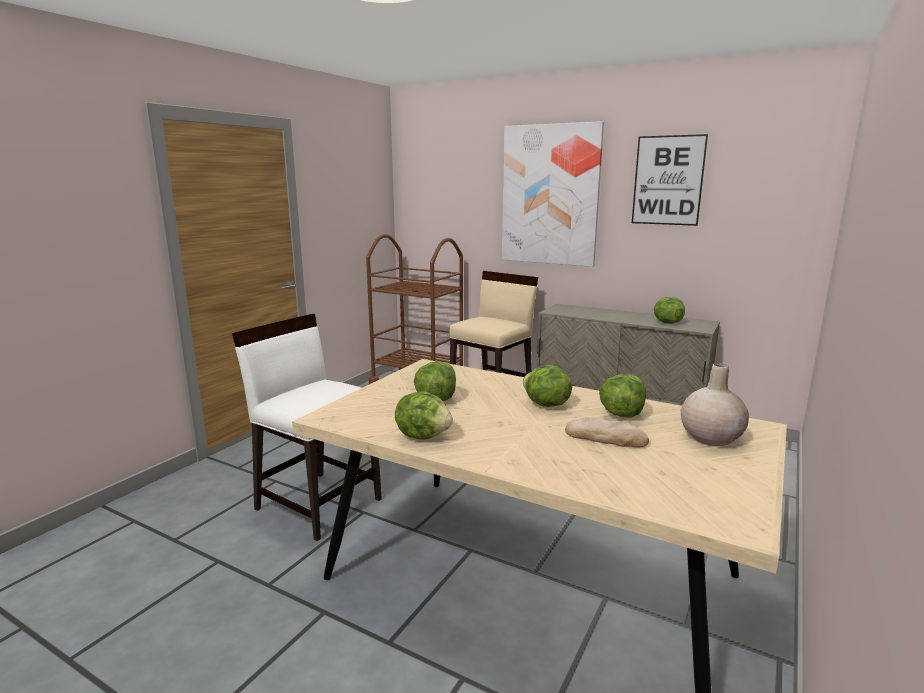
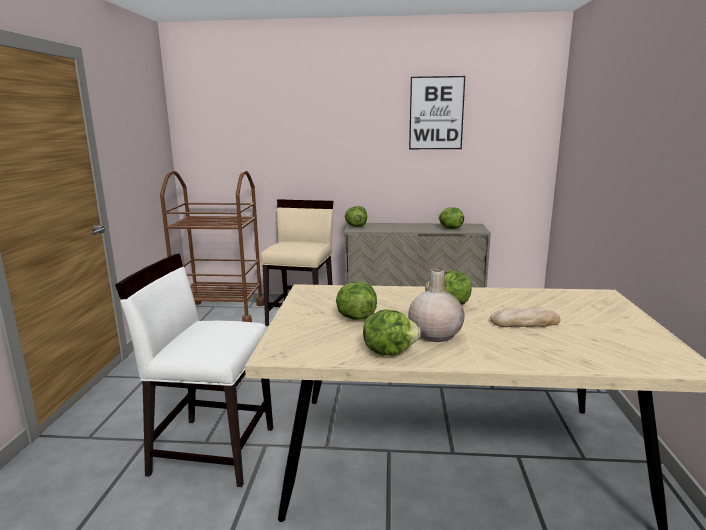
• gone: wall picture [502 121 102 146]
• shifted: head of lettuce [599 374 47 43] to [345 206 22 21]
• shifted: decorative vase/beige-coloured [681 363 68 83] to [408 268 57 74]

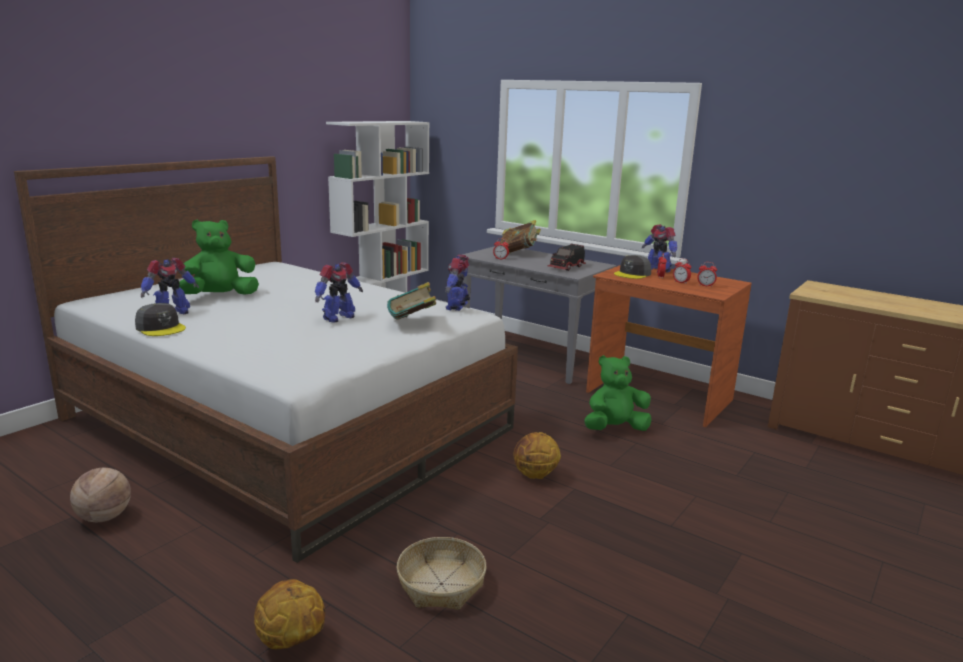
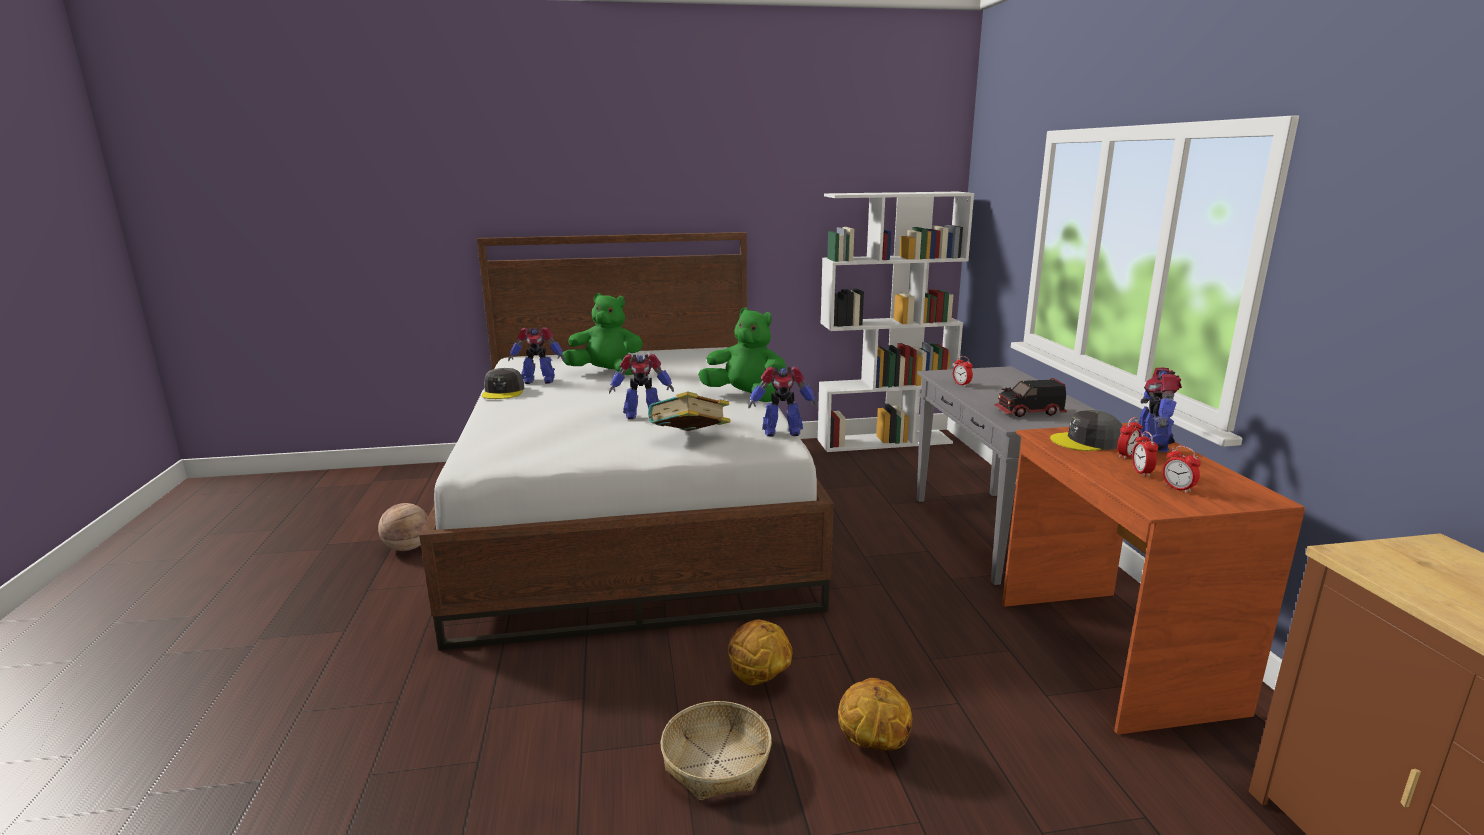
• gone: volume [499 220 42 34]
• shifted: ball for basketball [254 579 71 70] to [838 678 74 73]
• shifted: basket [397 537 90 73] to [661 701 111 100]
• shifted: plush toy/greenish [584 355 68 76] to [698 308 88 94]
• rotated: model robot [445 255 25 56] = [748 366 69 71] 150 degrees counterclockwise

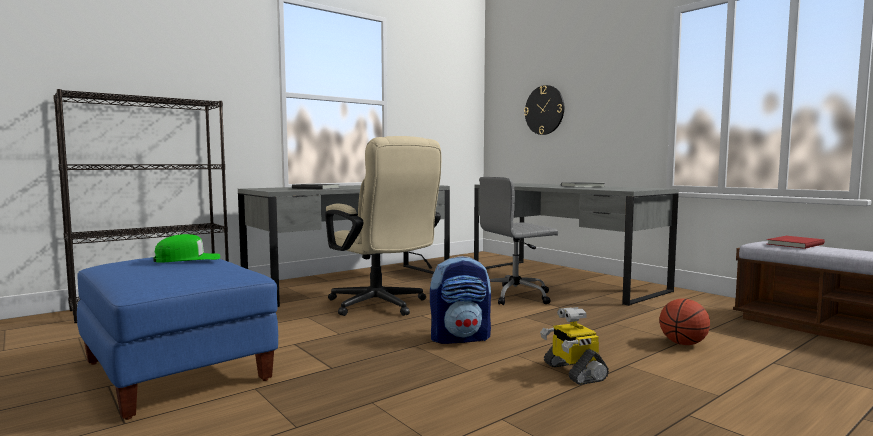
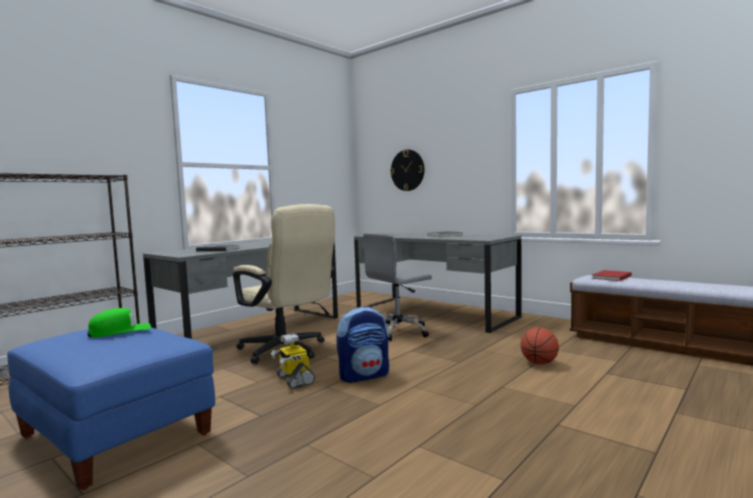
• shifted: model robot [540 307 69 78] to [271 333 44 56]

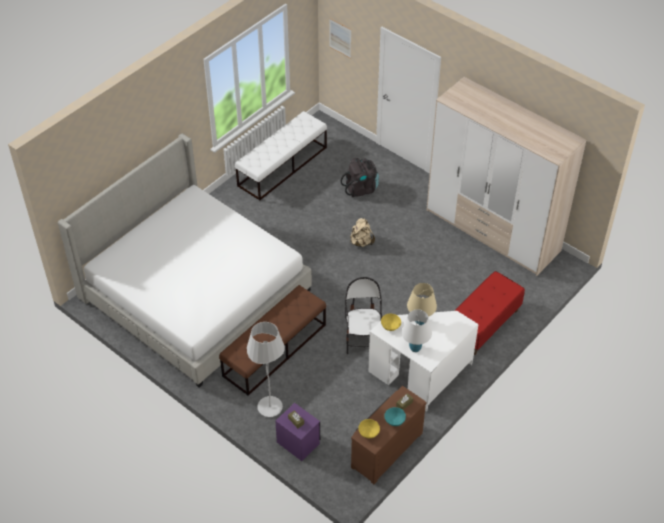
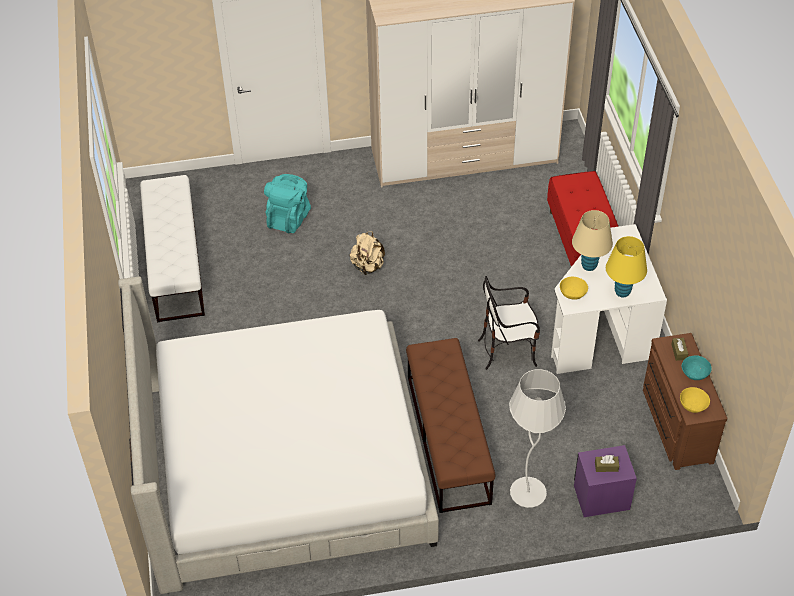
• gone: wall picture [329 18 23 40]
• repainted: rucksack/black-coloured [341 158 38 39] to rucksack/turquoise-coloured [264 174 47 59]
• repainted: lamp for a table/white [402 309 30 43] to lamp for a table/yellow [606 236 41 62]
• rotated: upright chair [345 277 37 77] = [478 276 62 94] 45 degrees counterclockwise

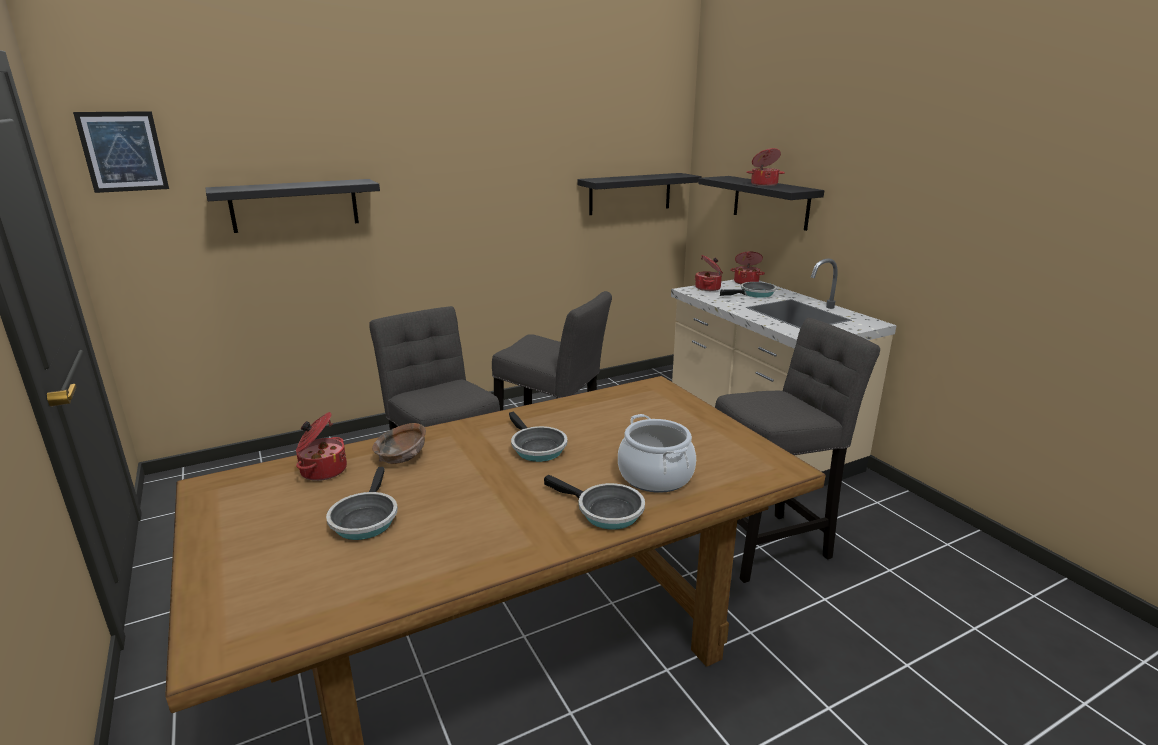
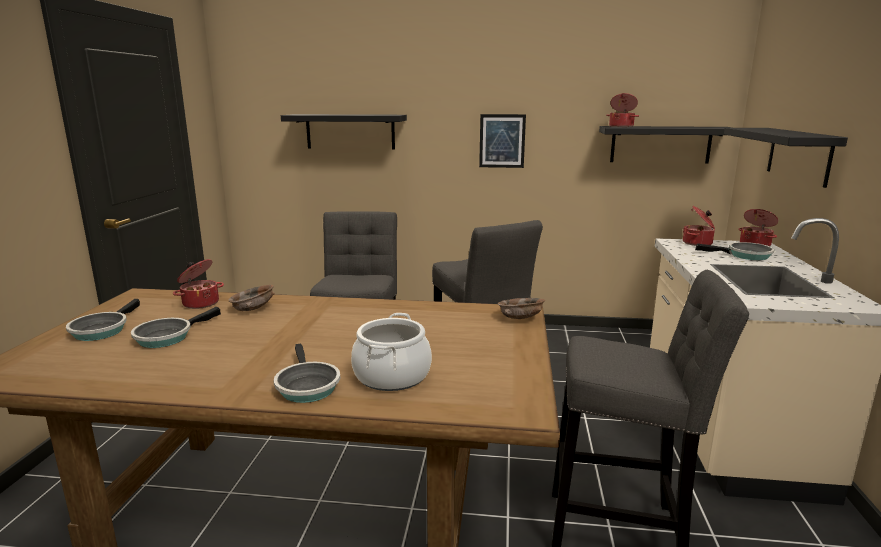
• new: serving bowl/brownish [498 298 47 21]
• shifted: wall picture [73 111 96 82] to [479 114 47 54]
• shifted: pan [509 412 59 50] to [66 299 74 42]
• shifted: stockpot [746 148 39 38] to [606 93 33 34]

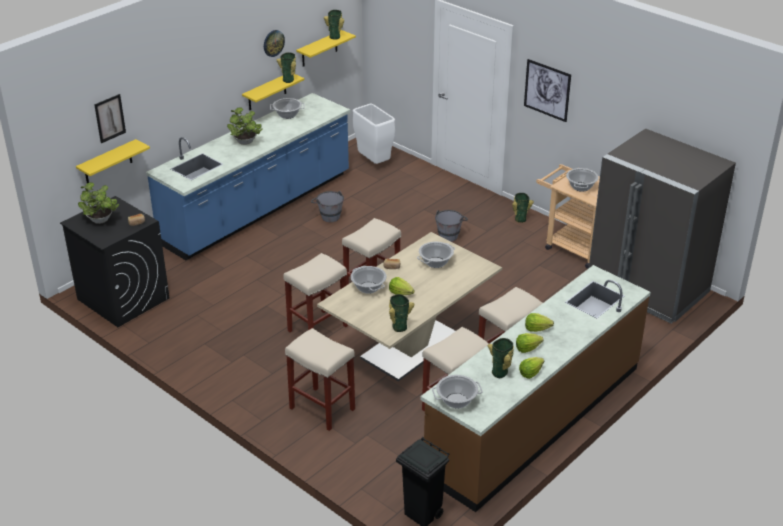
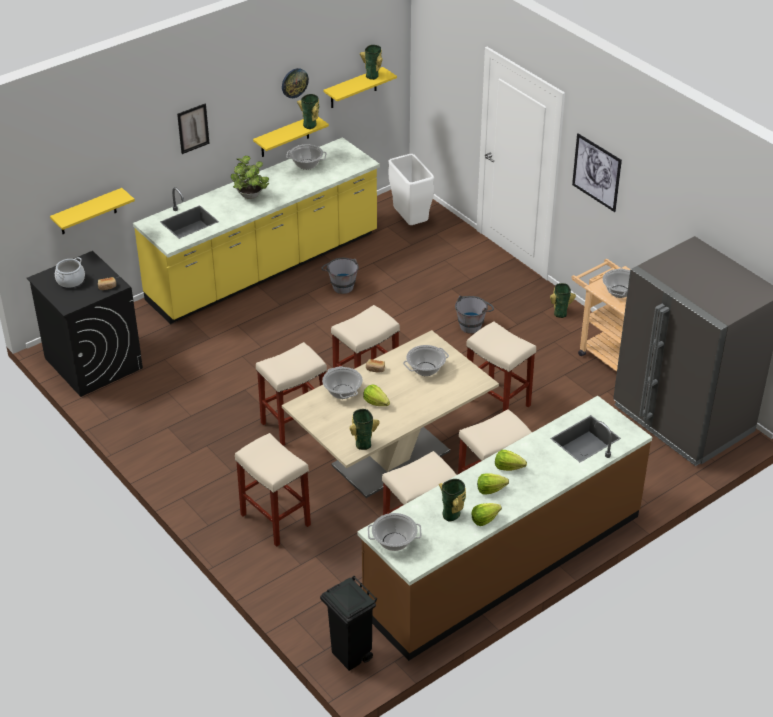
• new: sitting stool/beige-coloured [466 321 70 91]
• shifted: wall picture [94 94 32 49] to [177 104 33 50]
• swapped: plant in a pot [78 182 41 42] to stockpot [55 257 30 31]
• repainted: kitchen counter/blue [146 93 204 167] to kitchen counter/yellow [133 137 247 187]

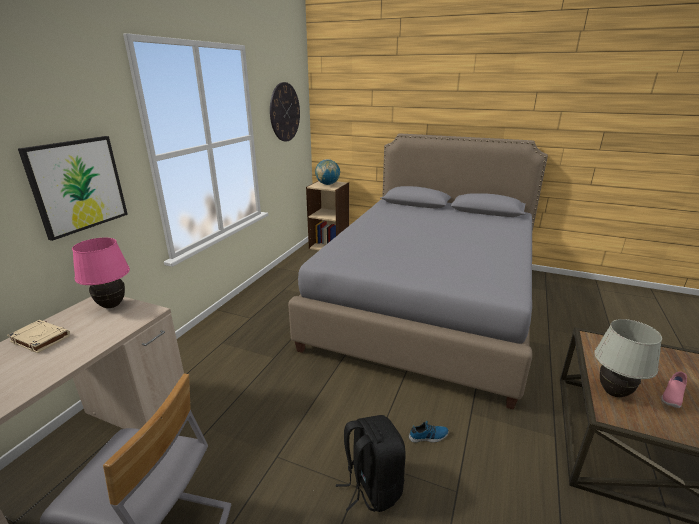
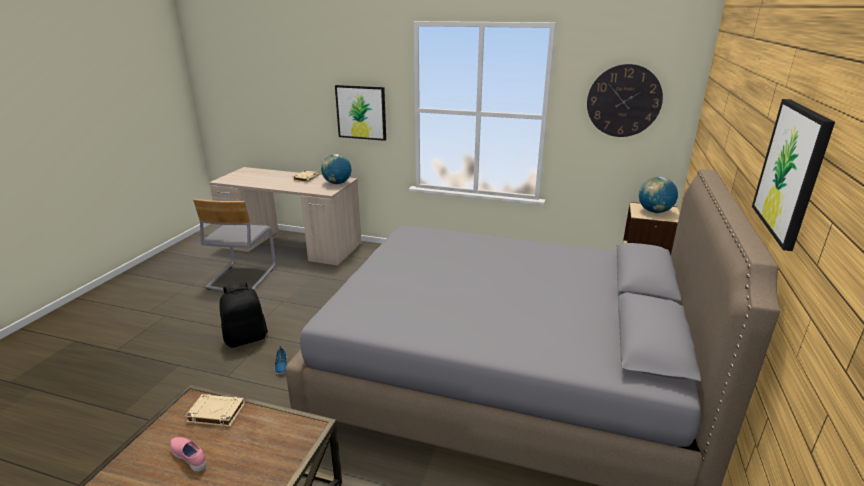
• new: wall picture [752 99 83 152]
• swapped: lamp for a table/pink [72 238 58 70] to desk globe [321 154 31 30]
• swapped: lamp for a table/white [594 319 68 78] to volume/beige-coloured [185 394 60 33]

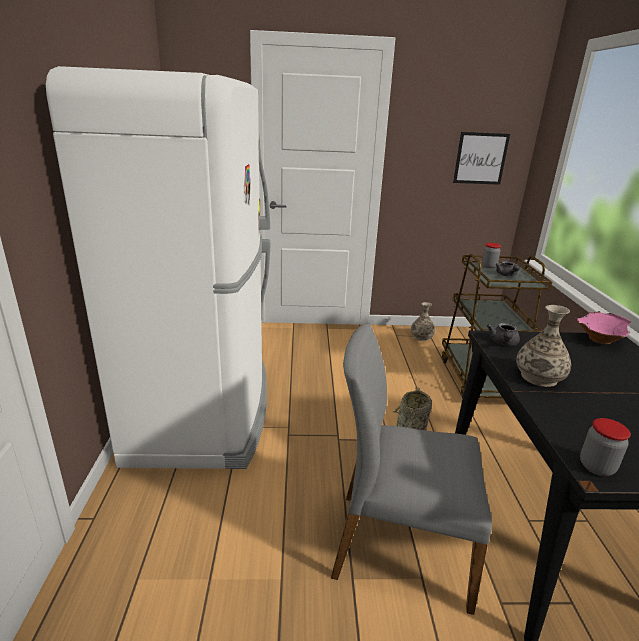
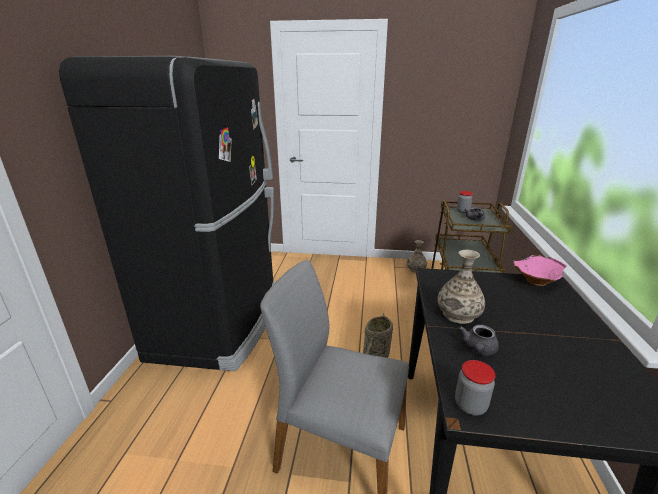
• gone: wall picture [453 132 57 53]
• shifted: tea pot/gray [487 323 33 23] to [458 325 41 31]
• repainted: fridge/white [46 66 224 403] to fridge/black-coloured [59 56 216 315]

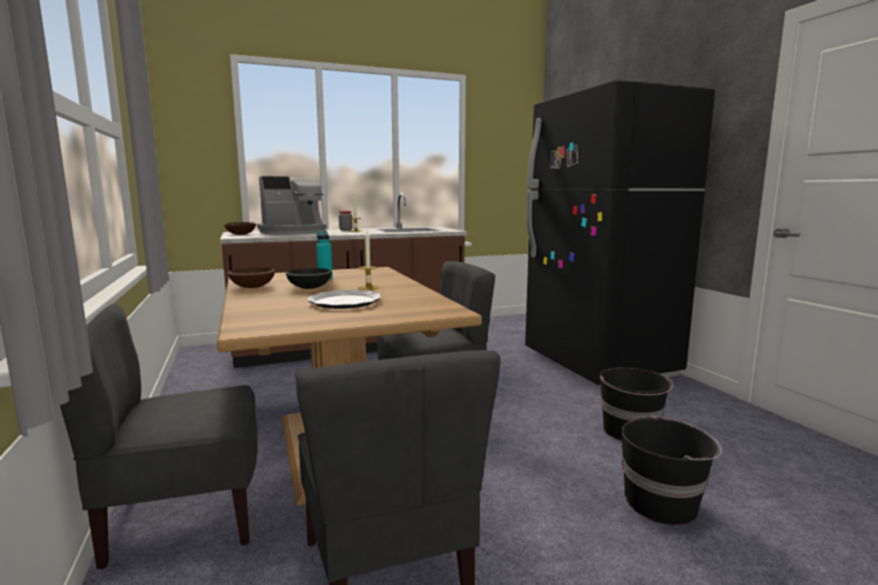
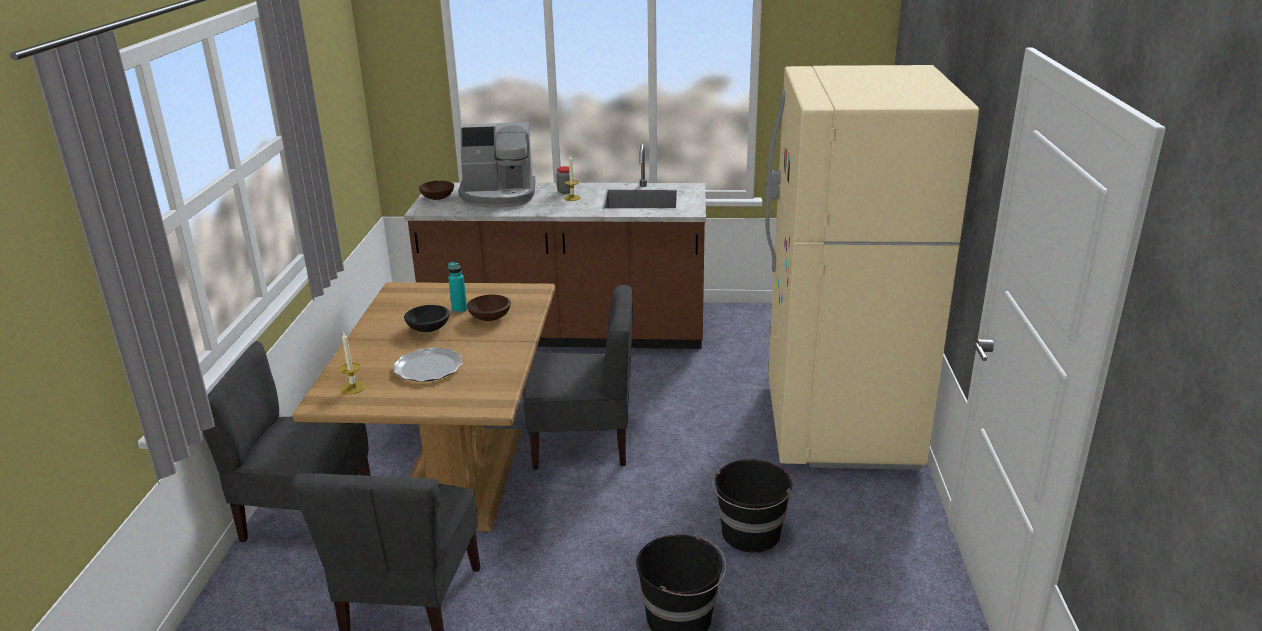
• shifted: serving bowl/brownish [227 267 48 21] to [467 295 44 26]
• shifted: candle [358 232 21 58] to [339 331 26 63]
• repainted: fridge/black-coloured [525 80 190 305] to fridge/beige-coloured [765 65 214 405]

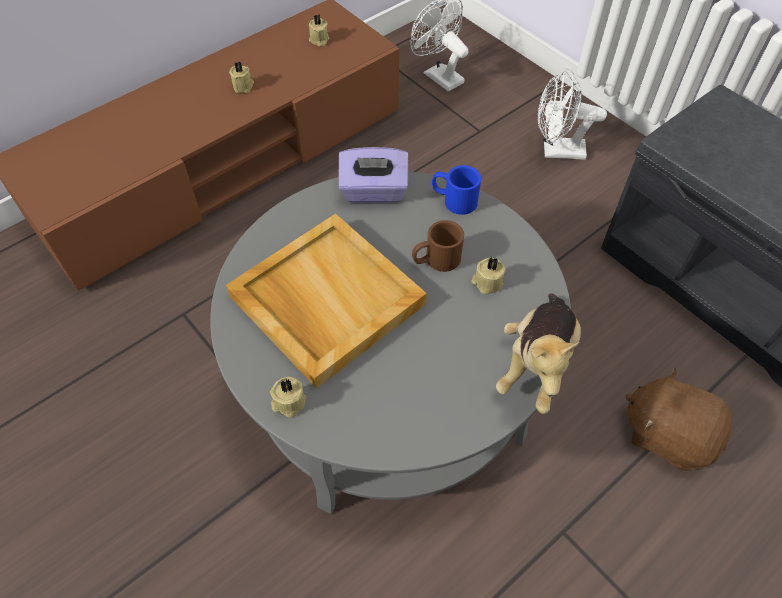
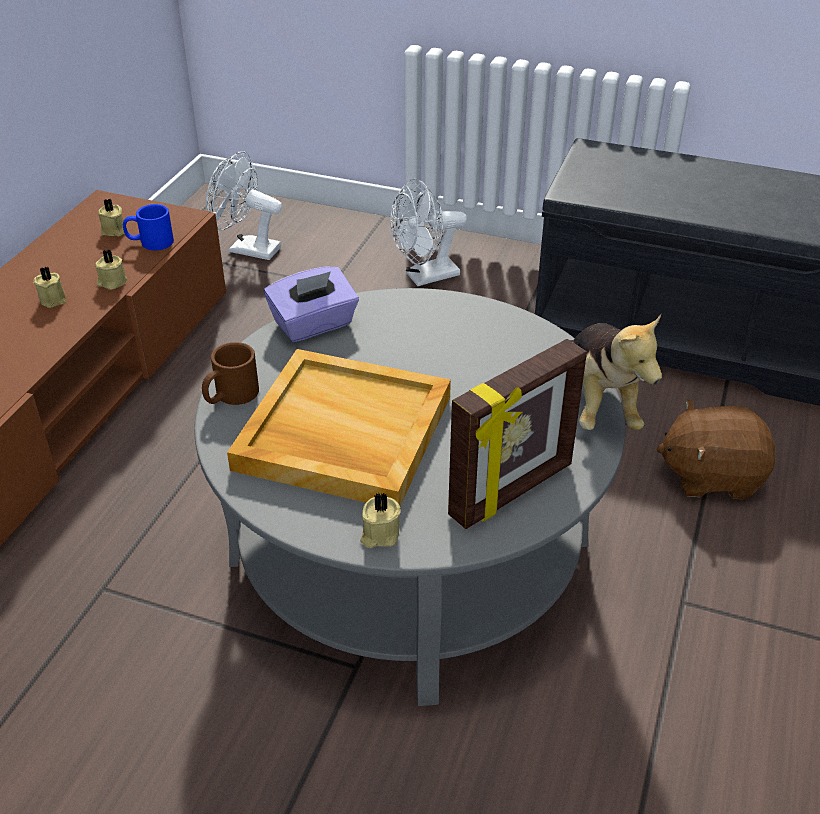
• new: standing frame [448 339 139 190]
• shifted: coffee mug/brownish [412 220 52 52] to [202 342 57 63]
• shifted: coffee mug/blue [432 165 49 50] to [123 204 51 46]
• shifted: candle/beige-coloured [472 257 34 37] to [95 250 32 40]

